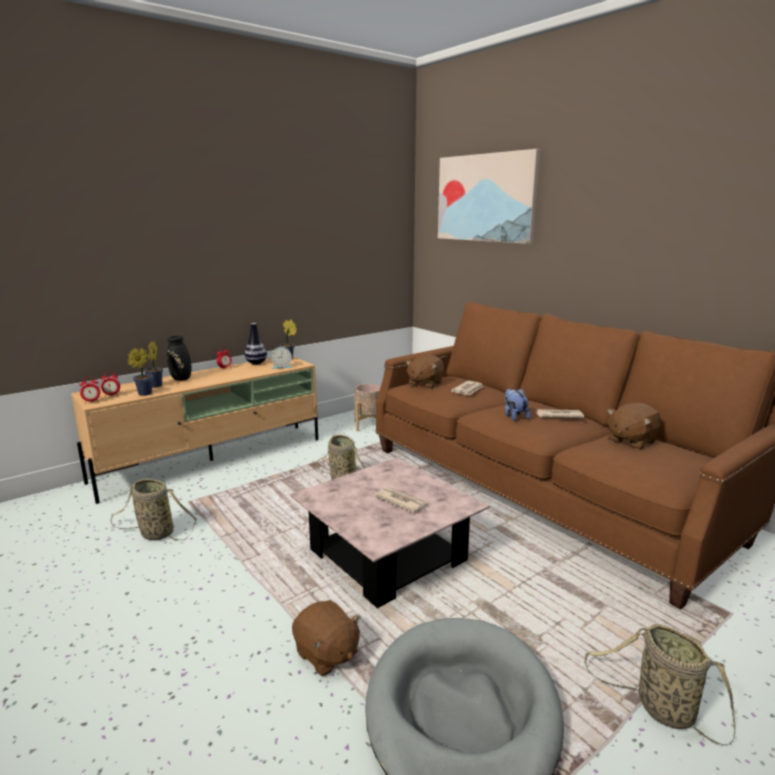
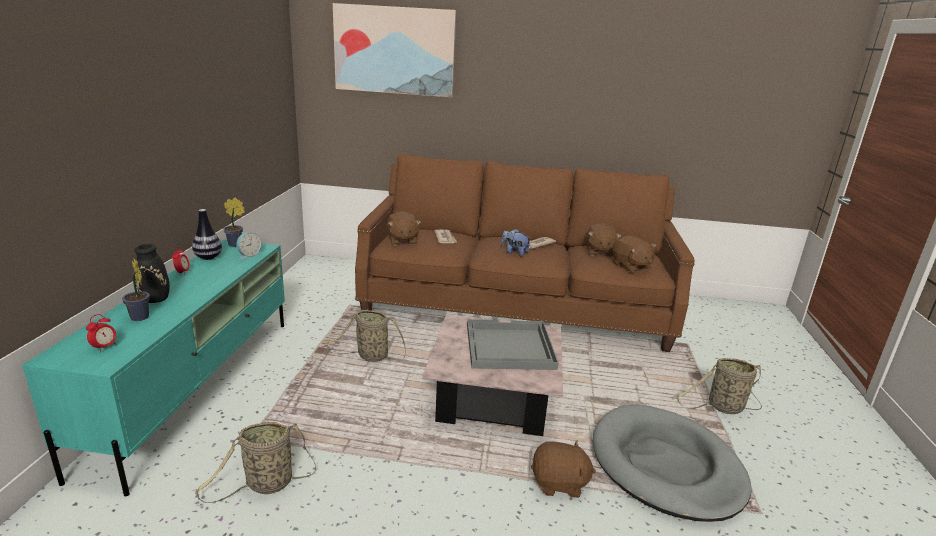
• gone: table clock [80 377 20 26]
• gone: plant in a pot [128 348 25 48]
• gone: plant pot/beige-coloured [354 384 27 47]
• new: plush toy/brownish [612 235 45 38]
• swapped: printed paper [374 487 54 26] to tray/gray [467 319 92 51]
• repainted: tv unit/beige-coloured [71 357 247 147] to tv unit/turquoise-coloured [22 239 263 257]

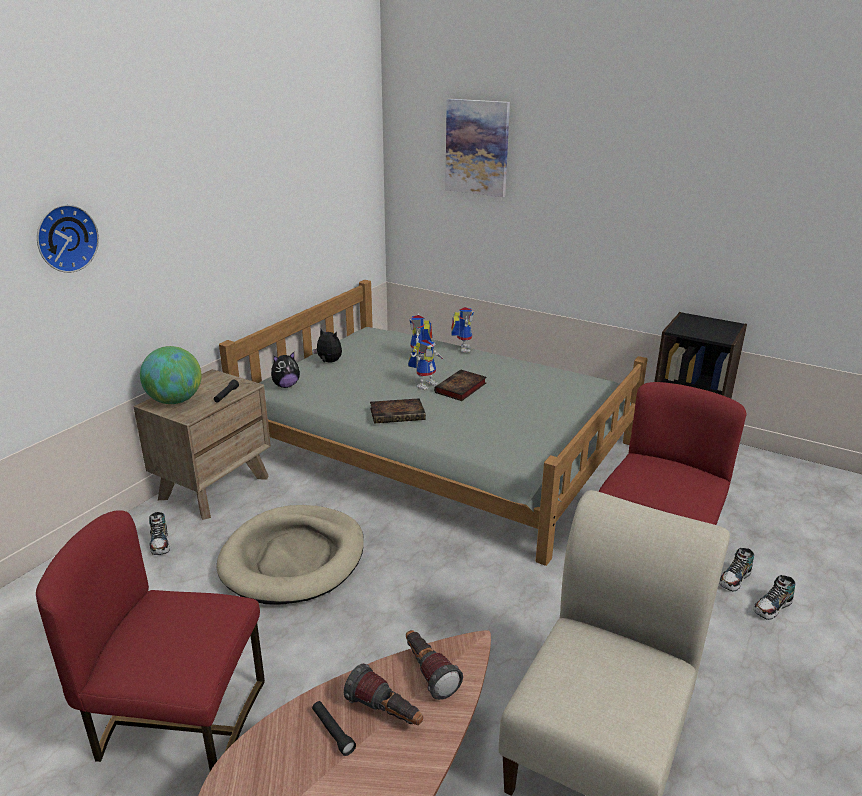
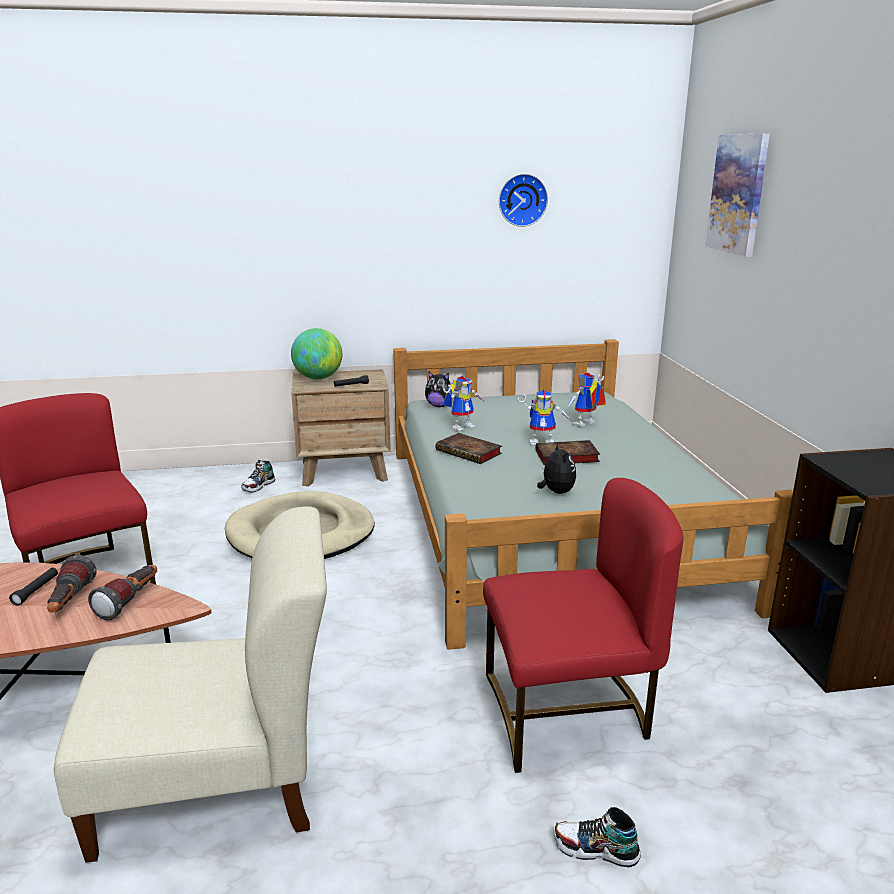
• gone: item of footwear [719 548 35 44]
• shifted: hanging clock [37 205 62 68] to [499 174 49 53]
• shifted: plush toy [312 329 30 34] to [537 443 39 51]
• shifted: model robot [451 307 23 46] to [443 376 41 56]

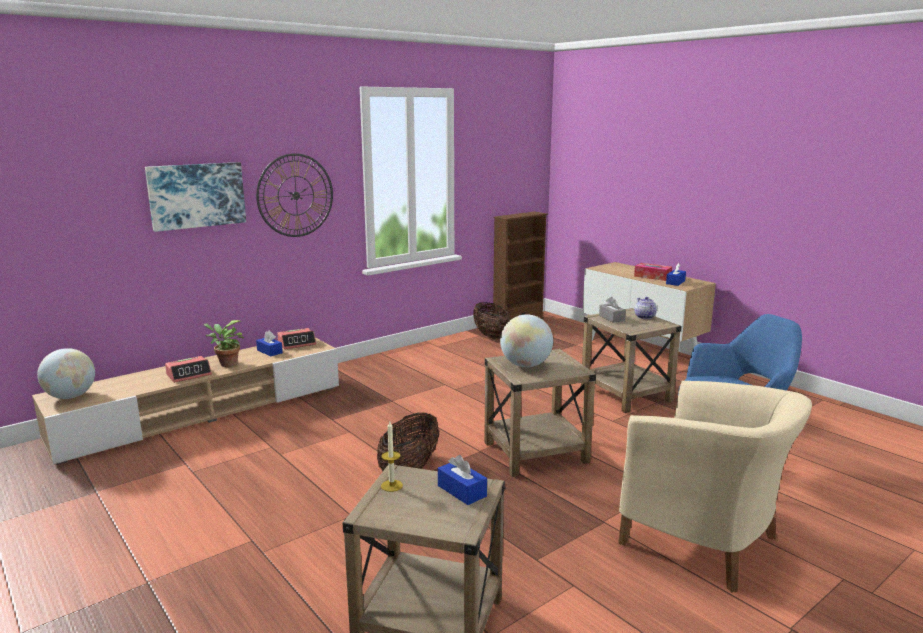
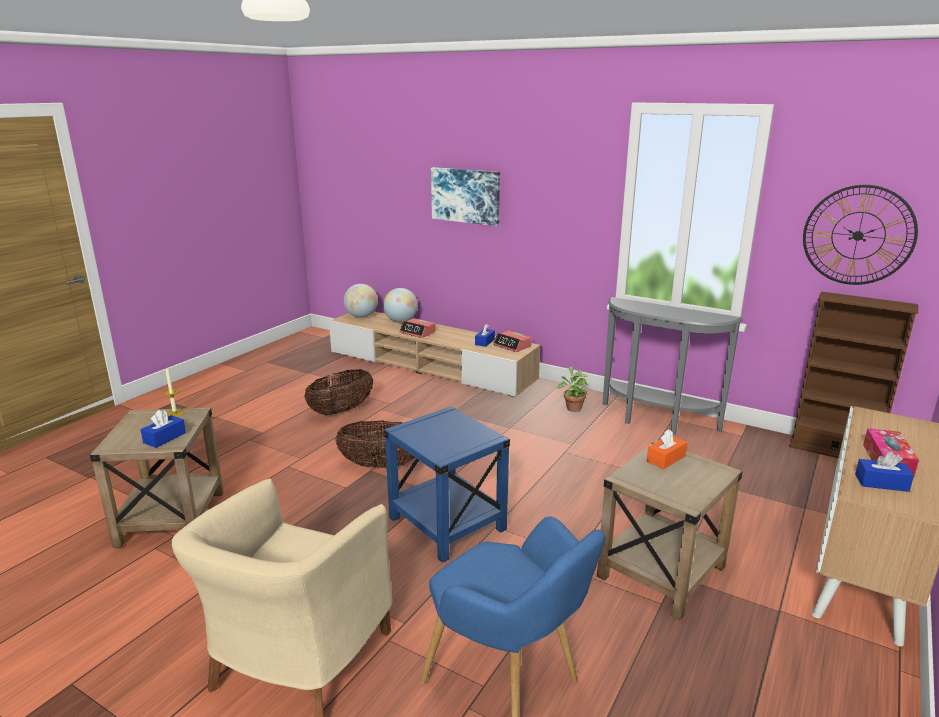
• gone: tea pot [635 297 22 22]
• new: hall table/gray [603 297 140 138]
• shifted: plant in a pot [203 320 41 47] to [558 366 30 46]
• shifted: hanging clock [256 153 77 84] to [803 185 115 100]
• shifted: basket [473 302 38 37] to [304 369 69 46]
• shifted: desk globe [500 314 53 53] to [383 288 35 35]
• repainted: side table/beige-coloured [484 349 112 128] to side table/blue [384 406 126 157]
• repainted: box of tissues/gray [599 297 27 26] to box of tissues/orange [647 429 40 40]

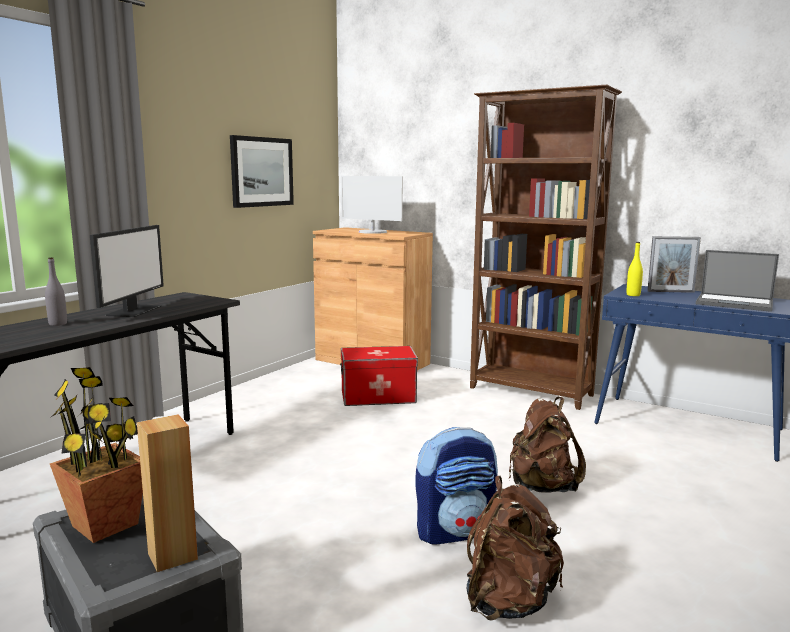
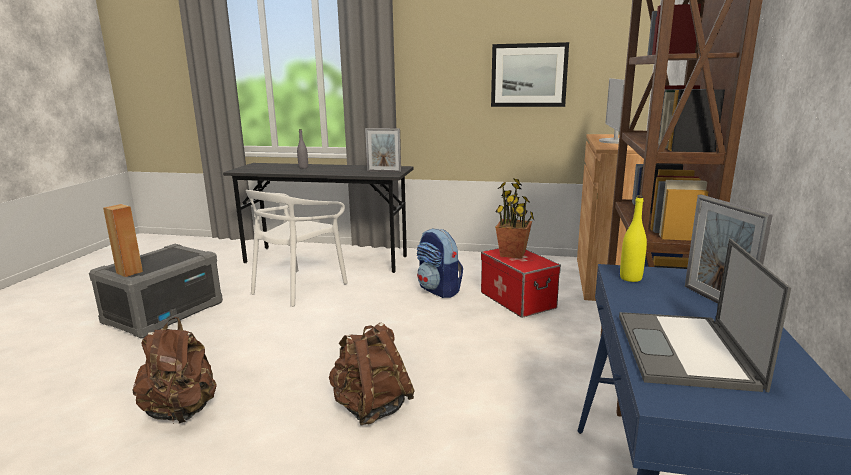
• gone: computer display [90 225 74 92]
• new: upright chair/white [246 190 102 117]
• new: standing frame [365 128 36 44]
• shifted: plant in a pot [50 367 93 176] to [495 178 39 81]
• shifted: rucksack [415 427 83 118] to [417 228 46 70]

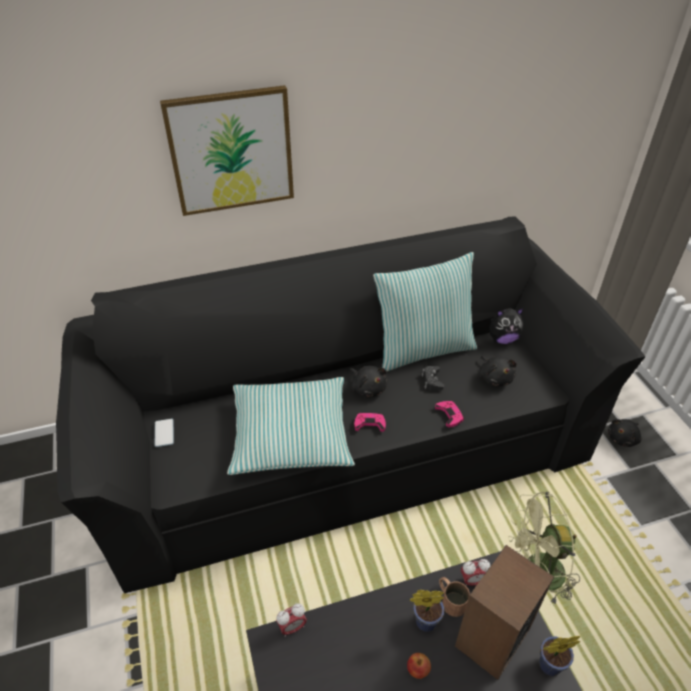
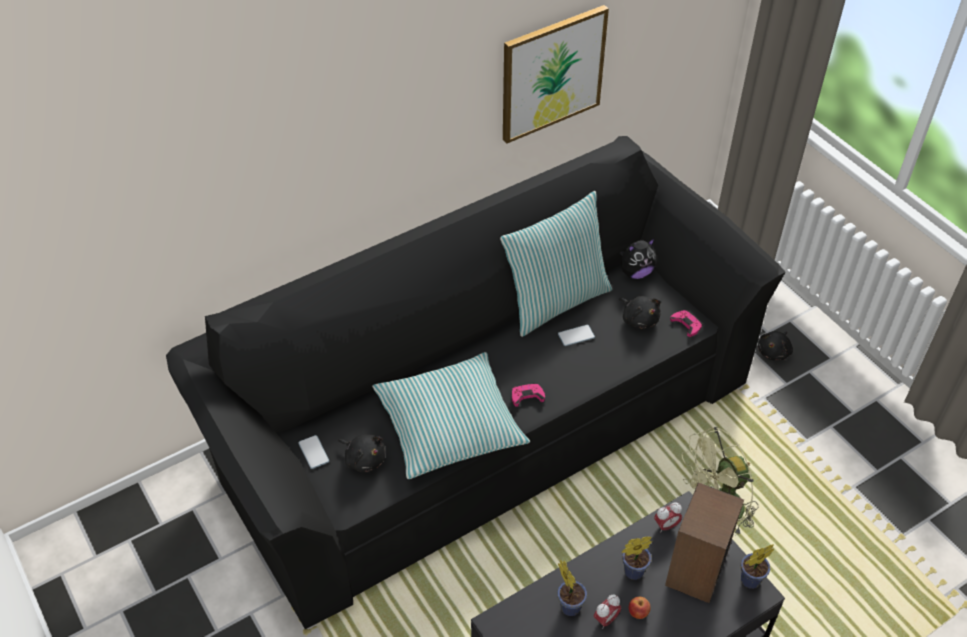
• gone: coffee mug/brownish [439 577 31 40]
• new: plant in a pot [557 560 30 56]
• shifted: wall picture [160 85 134 131] to [503 5 106 139]
• shifted: table clock [276 603 31 34] to [594 594 27 35]
• shifted: plush toy/black-coloured [350 366 37 31] to [338 434 47 38]
• shifted: gamepad/pink [435 401 29 26] to [670 310 33 27]
• swapped: gamepad/black-coloured [422 366 22 24] to handset [558 325 37 21]

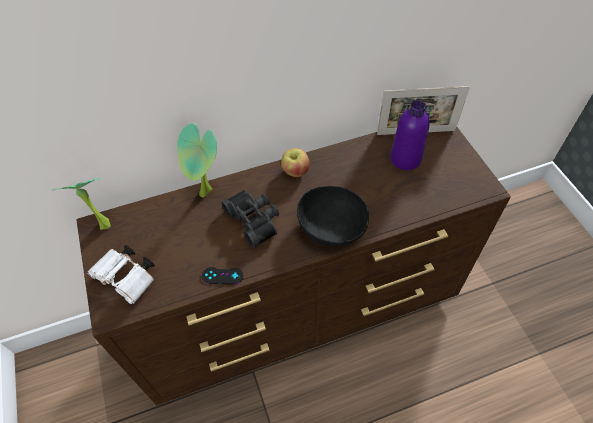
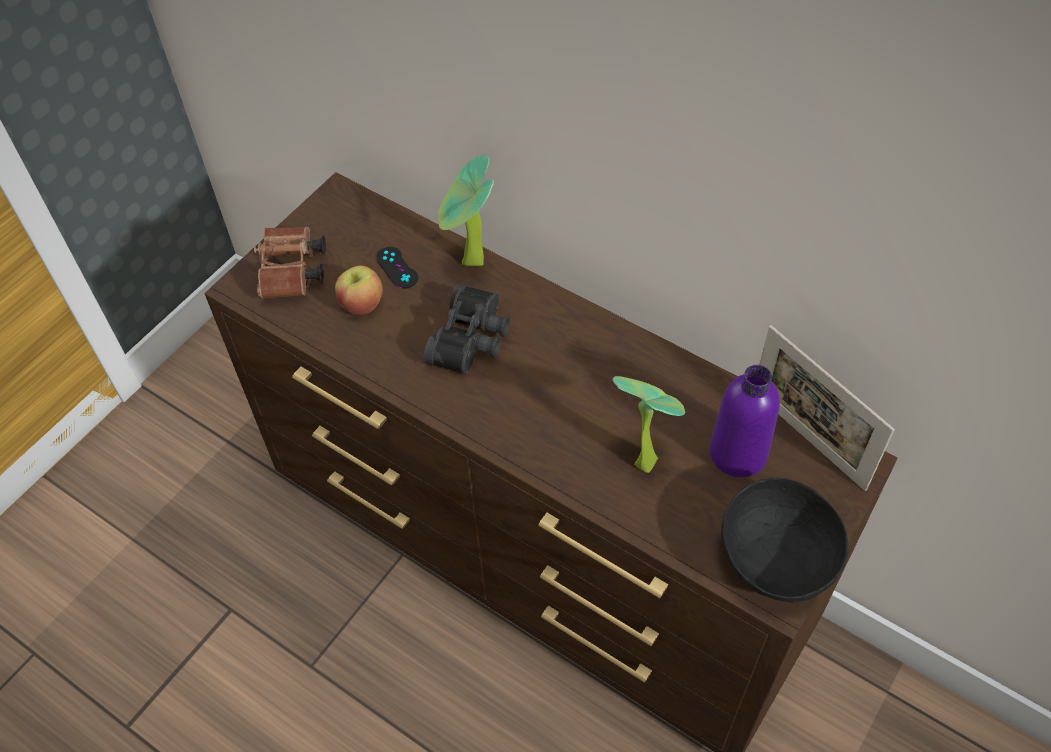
• shifted: plant in a pot [53 178 58 52] to [613 376 72 97]
• shifted: gamepad/black-coloured [202 267 41 18] to [376 247 42 42]
• shifted: whole apple [281 148 29 29] to [335 265 48 50]
• shifted: serving bowl/black-coloured [297 186 72 61] to [721 478 128 125]
• repainted: binoculars/white [88 245 67 59] to binoculars/brownish [254 227 72 72]

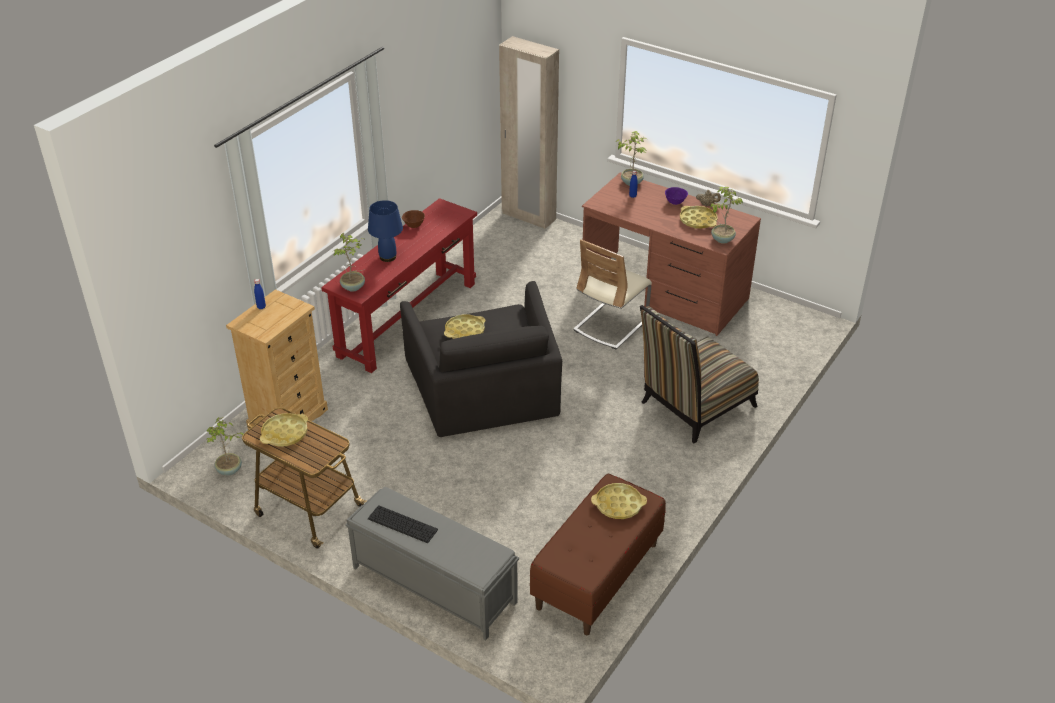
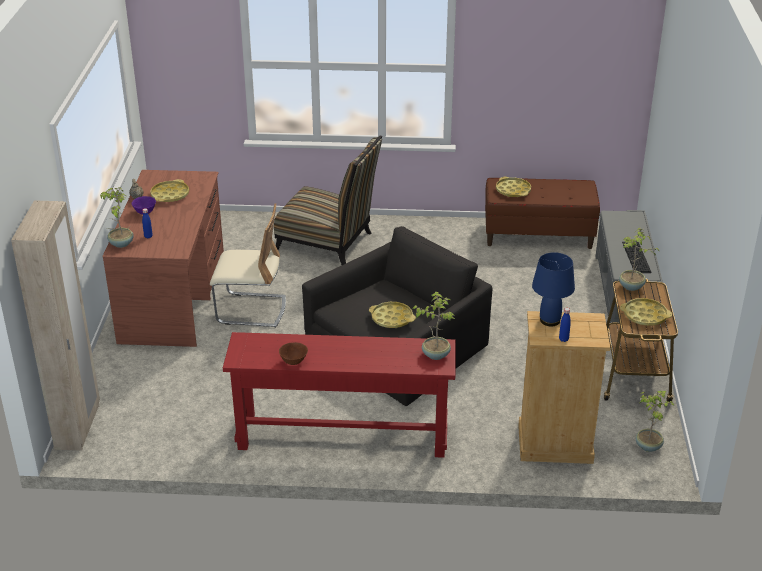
• shifted: lamp for a table/blue [368 200 35 62] to [532 252 43 74]
• shifted: plant in a pot [710 187 33 57] to [619 228 41 63]

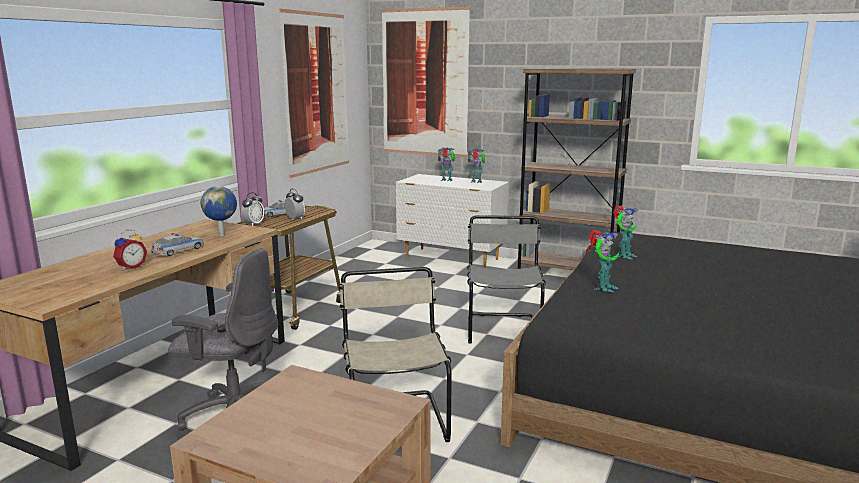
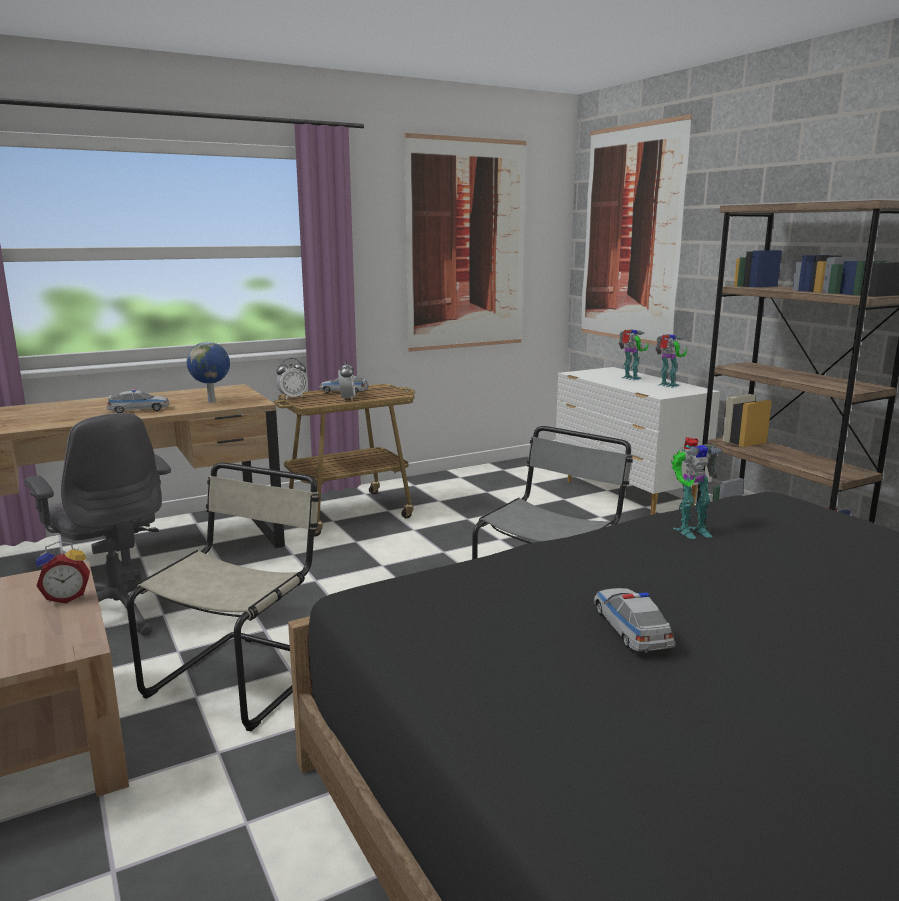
• gone: model robot [589 230 30 62]
• new: miniature car [594 588 81 65]
• shifted: table clock [113 230 34 40] to [36 542 54 61]

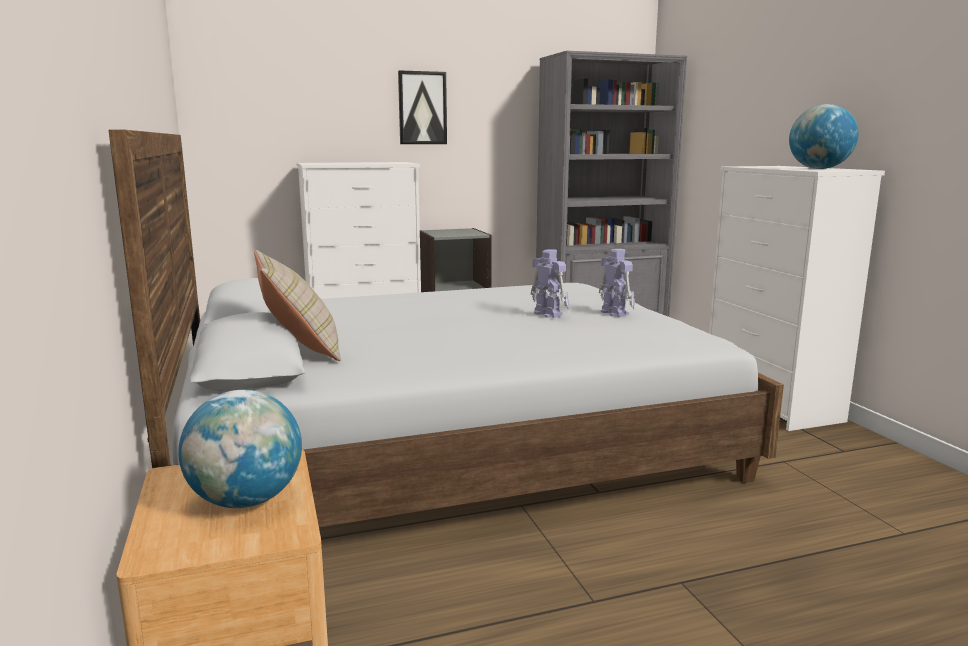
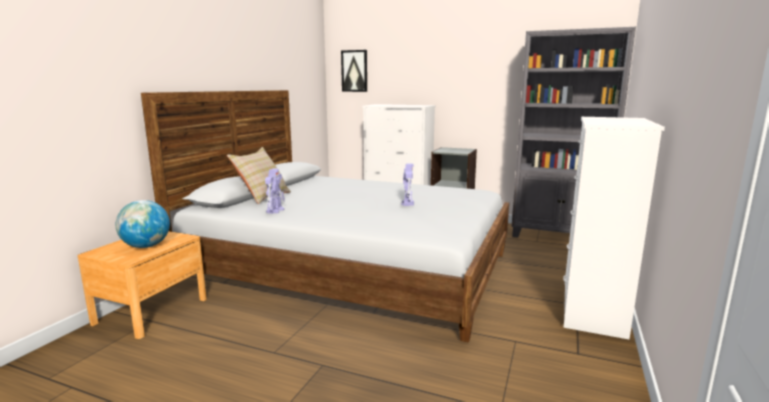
• gone: desk globe [789 104 70 65]
• shifted: wall picture [398 70 49 74] to [341 50 26 42]
• shifted: model robot [599 249 36 68] to [265 168 20 46]

